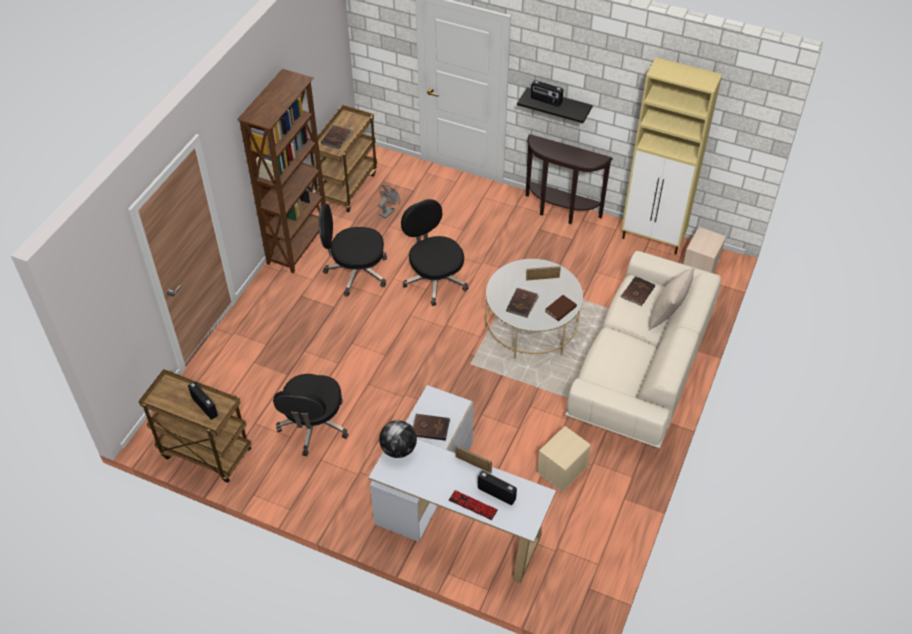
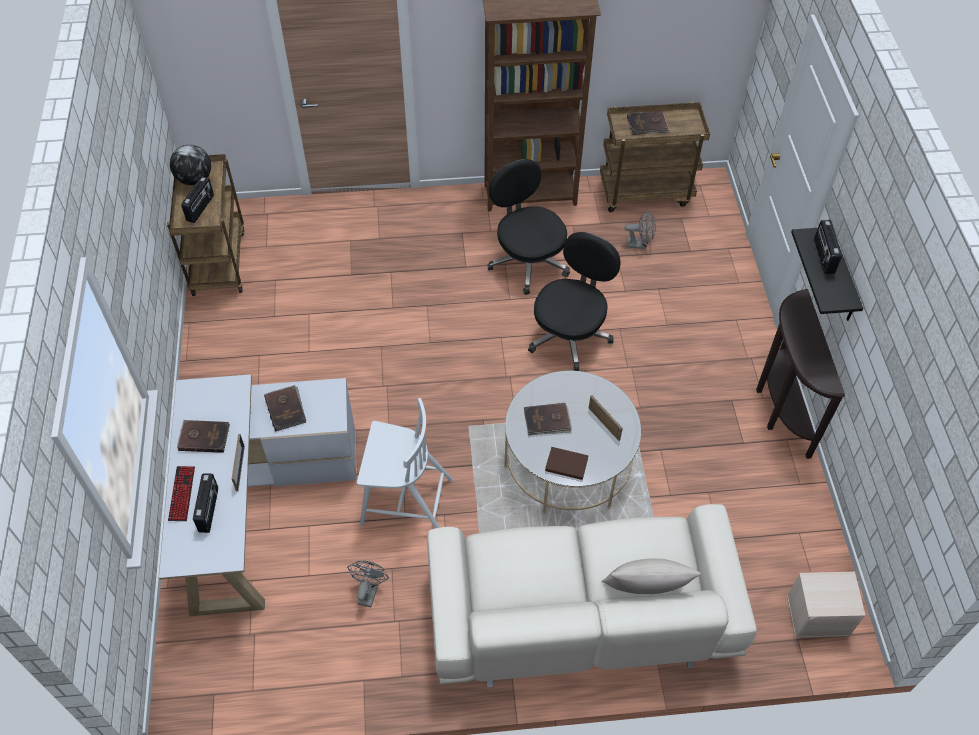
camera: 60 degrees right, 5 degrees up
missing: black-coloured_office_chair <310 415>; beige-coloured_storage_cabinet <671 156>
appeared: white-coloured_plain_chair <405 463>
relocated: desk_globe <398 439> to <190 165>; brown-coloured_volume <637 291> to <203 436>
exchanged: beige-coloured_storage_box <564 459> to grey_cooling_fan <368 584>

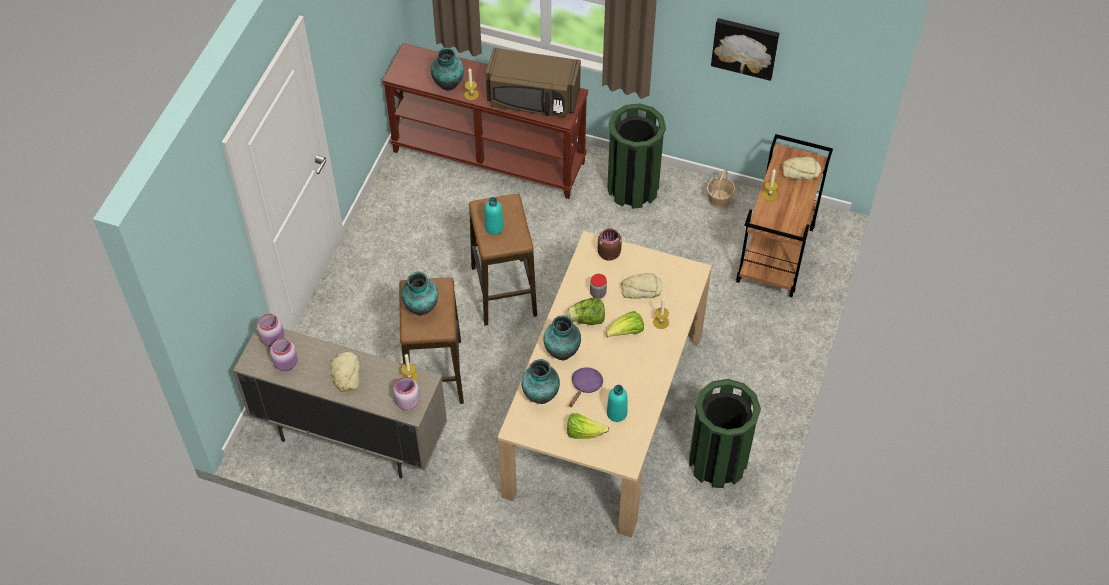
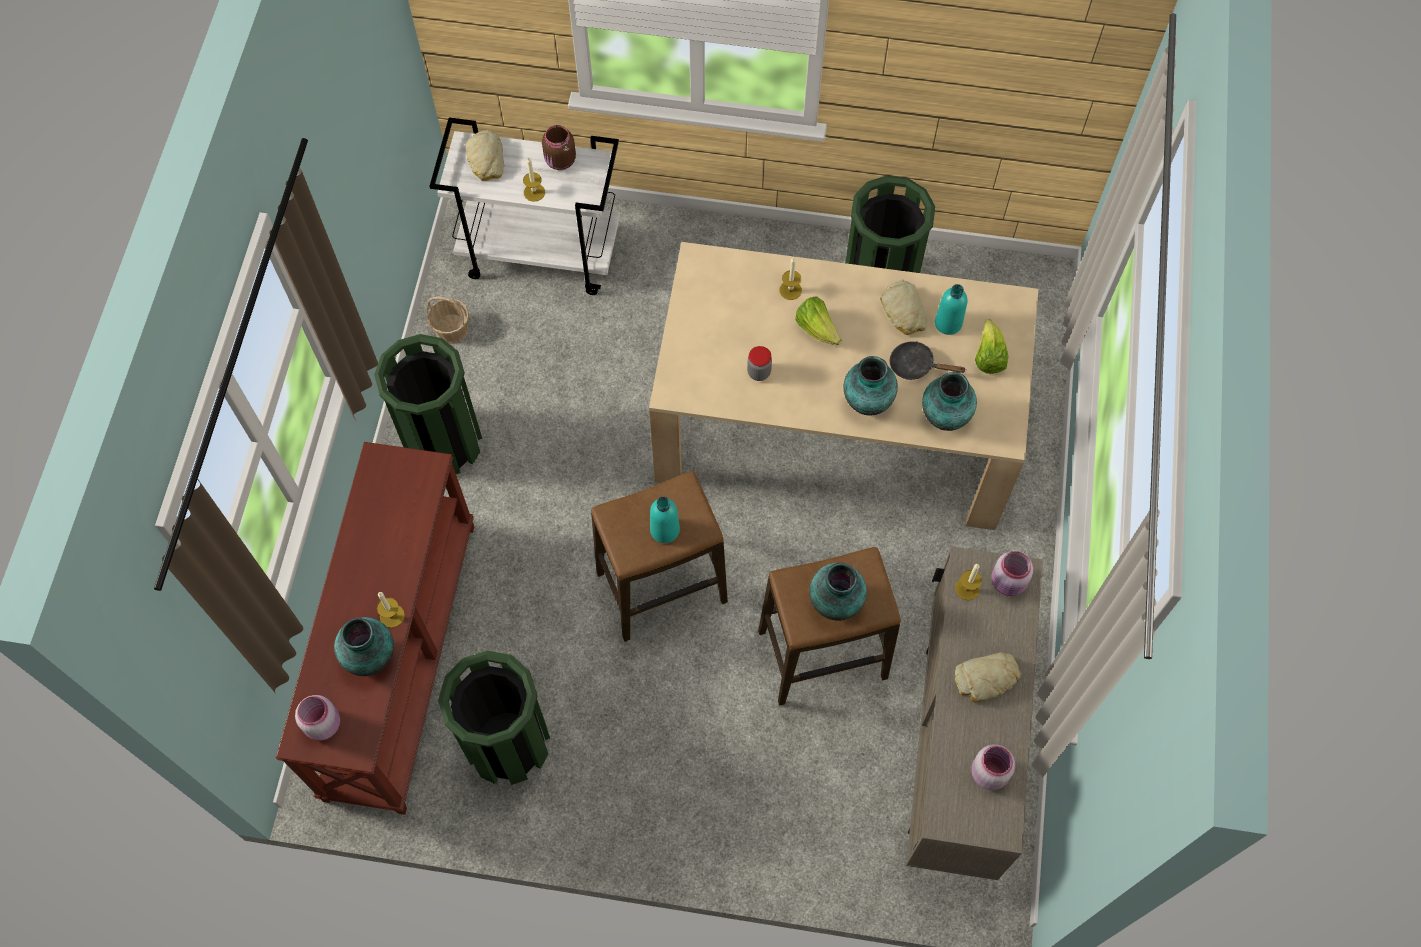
camera: 100 degrees left, 10 degrees up
missing: brown-coloured_microwave <533 82>; lettuce_head <586 311>; wall_art <745 49>
appeared: green-coloured_waste_bin <494 718>
relocated: pink-coloured_jar <270 330> to <317 718>; brown-coloured_jar <610 244> to <559 147>; bakery_bread <642 286> to <904 307>
colour: purple-coloured_skillet <586 387> to black-coloured_skillet <927 360>; brown-coloured_wheeled_cart <784 215> to white-coloured_wheeled_cart <524 206>

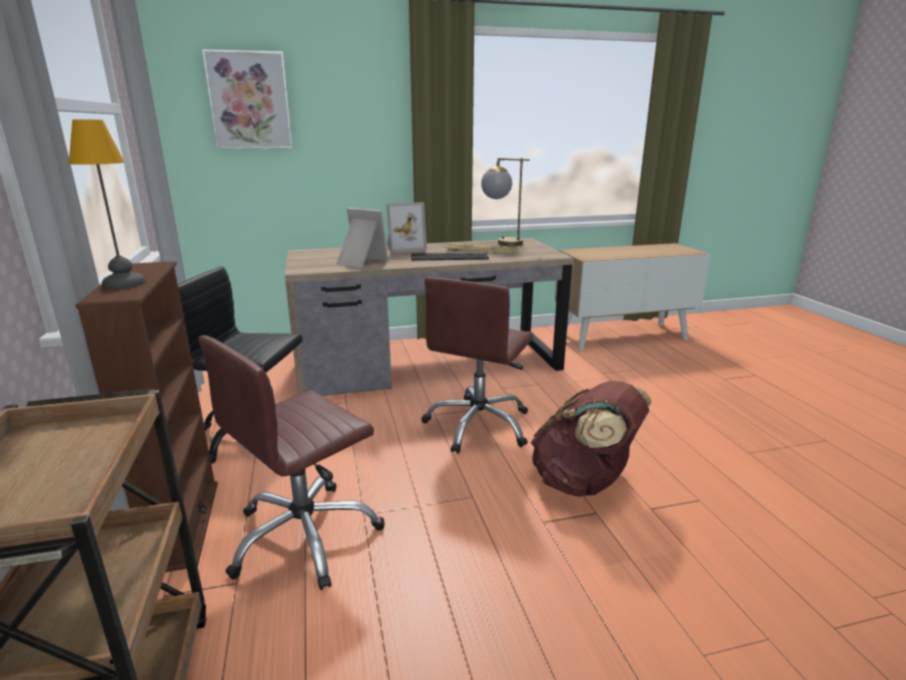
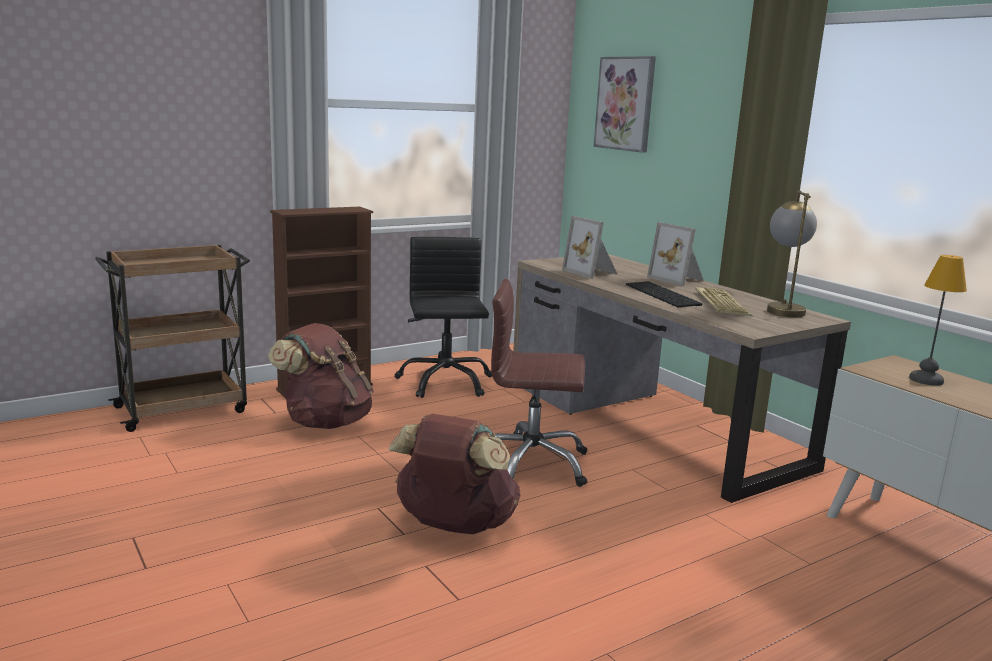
camera: 70 degrees right, 5 degrees down
relocated: table_lamp <107 204> to <938 320>
exchanged: brown-coloured_office_chair <291 462> to brown-coloured_knapsack <321 376>
spun: photo_frame <362 238> = <589 247> 135 degrees clockwise

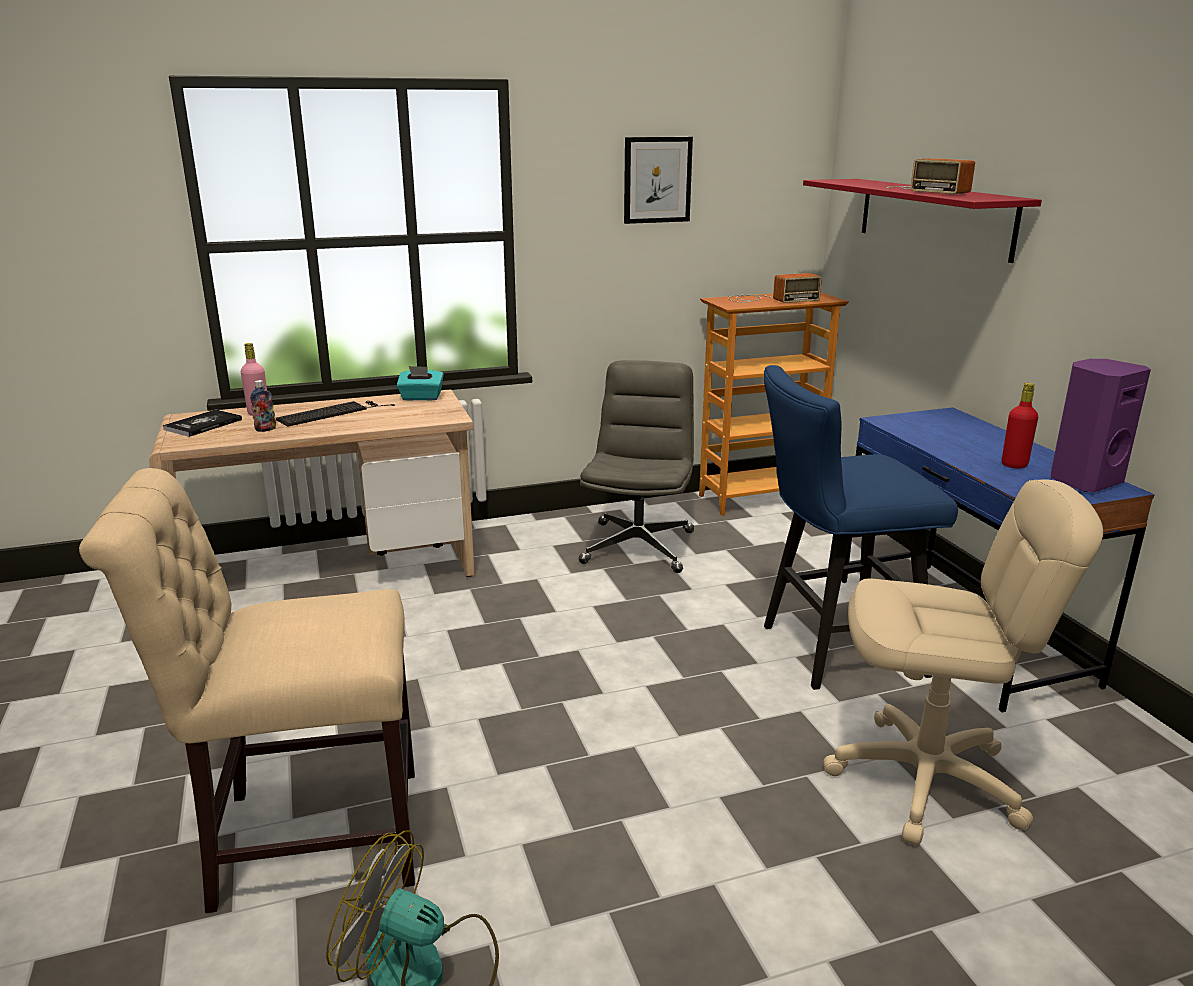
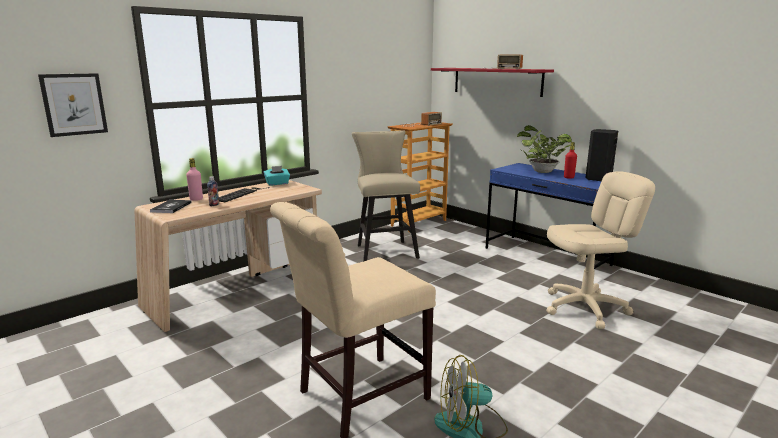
camera: 25 degrees left, 5 degrees down
missing: bluish_stool <861 527>
appeared: houseplant <544 149>
relocated: wall_art <658 180> to <73 105>
exchanged: grey_office_chair <636 466> to beige-coloured_stool <386 196>
colour: purple-coloured_speaker <1101 425> to black-coloured_speaker <601 155>

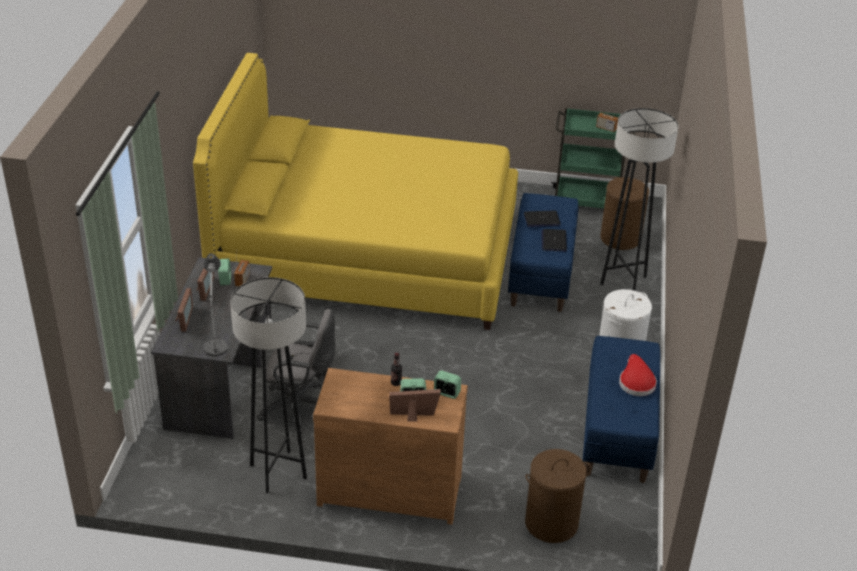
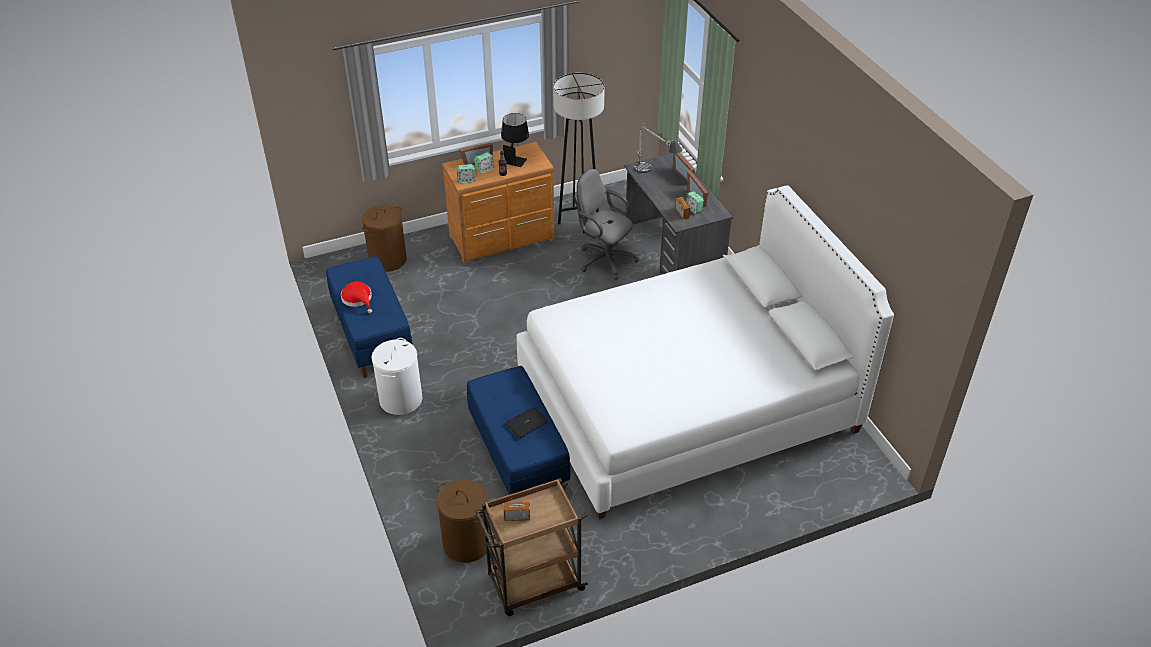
camera: 150 degrees right, 5 degrees up
missing: laptop <554 240>; grey_standing_lamp <639 199>
appeared: black-coloured_table_lamp <515 140>
colour: yellow-coloured_bedroom_bed <355 191> to white-coloured_bedroom_bed <705 352>; green-coloured_wheeled_cart <593 158> to brown-coloured_wheeled_cart <531 547>
spun: grey_office_chair <296 371> = <608 224> 60 degrees clockwise

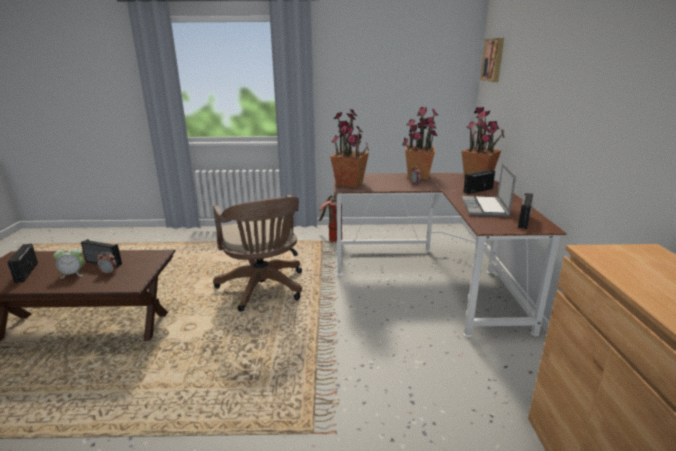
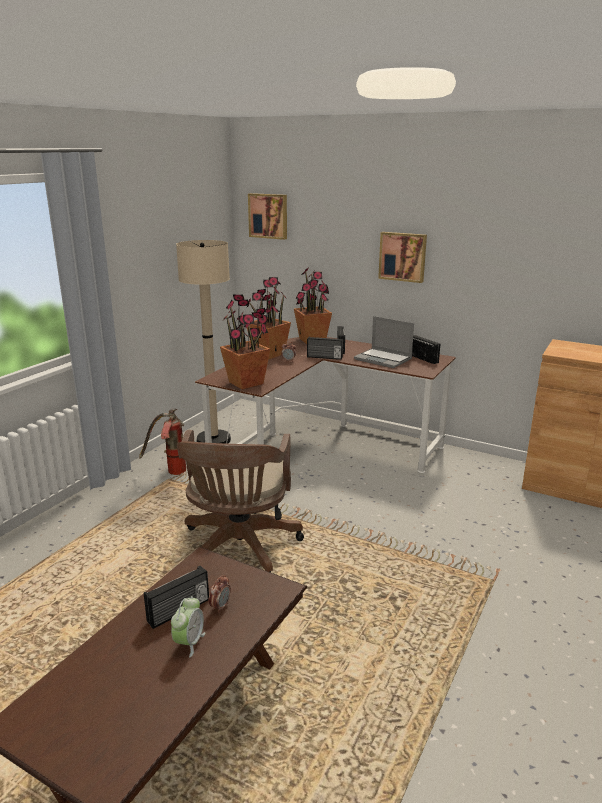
camera: 60 degrees left, 0 degrees up
appeared: beige-coloured_standing_lamp <203 342>; wall_art <402 257>
relocated: radio_receiver <22 263> to <325 348>
spun: brown-coloured_office_chair <257 253> = <240 501> 90 degrees clockwise

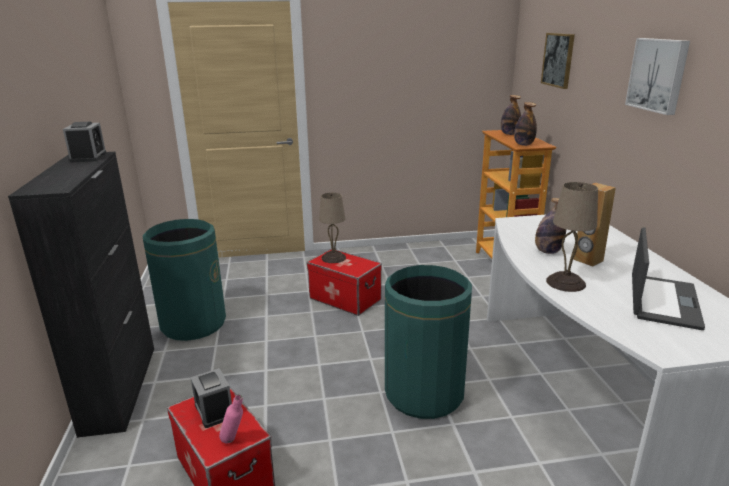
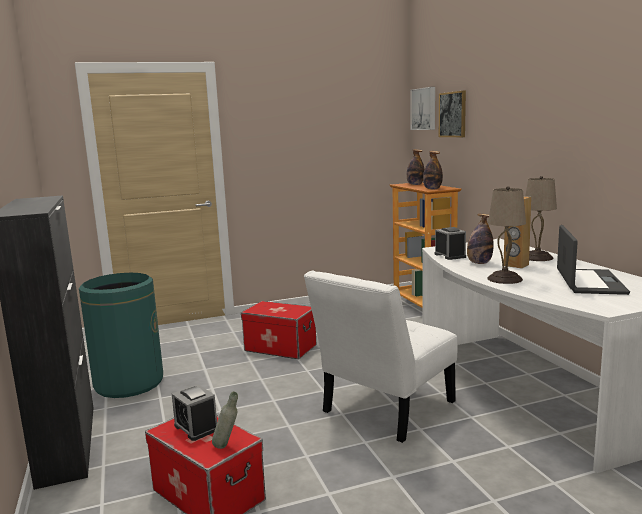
camera: 10 degrees left, 10 degrees down
relocated: table_clock <84 142> to <450 243>; beige-coloured_table_lamp <332 228> to <541 218>; wall_art <657 76> to <422 108>
exchanged: green-coloured_waste_bin <428 342> to white-coloured_plain_chair <380 357>
colour: pink-coloured_drink_bottle <231 419> to grey_drink_bottle <225 420>

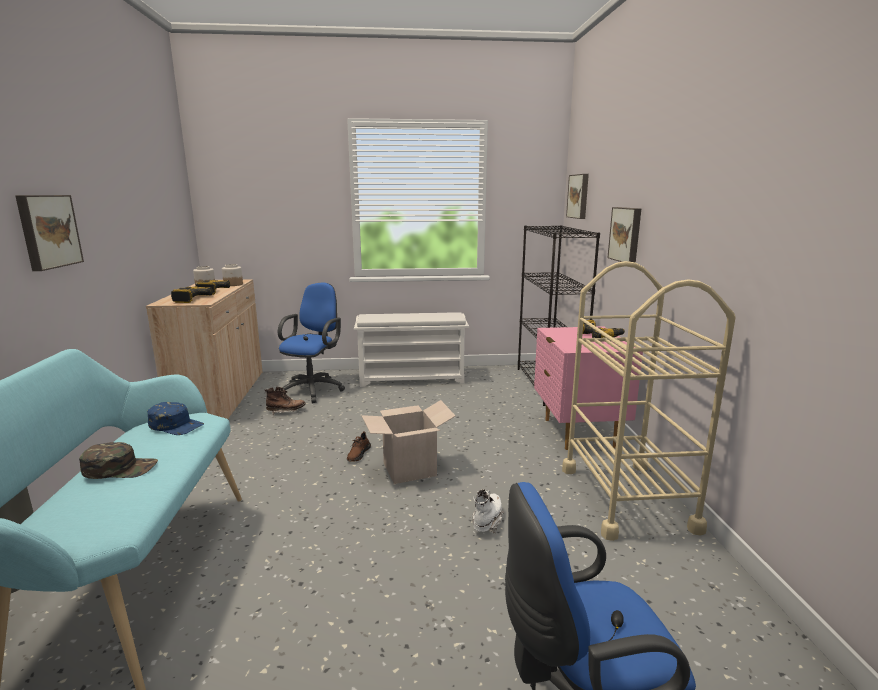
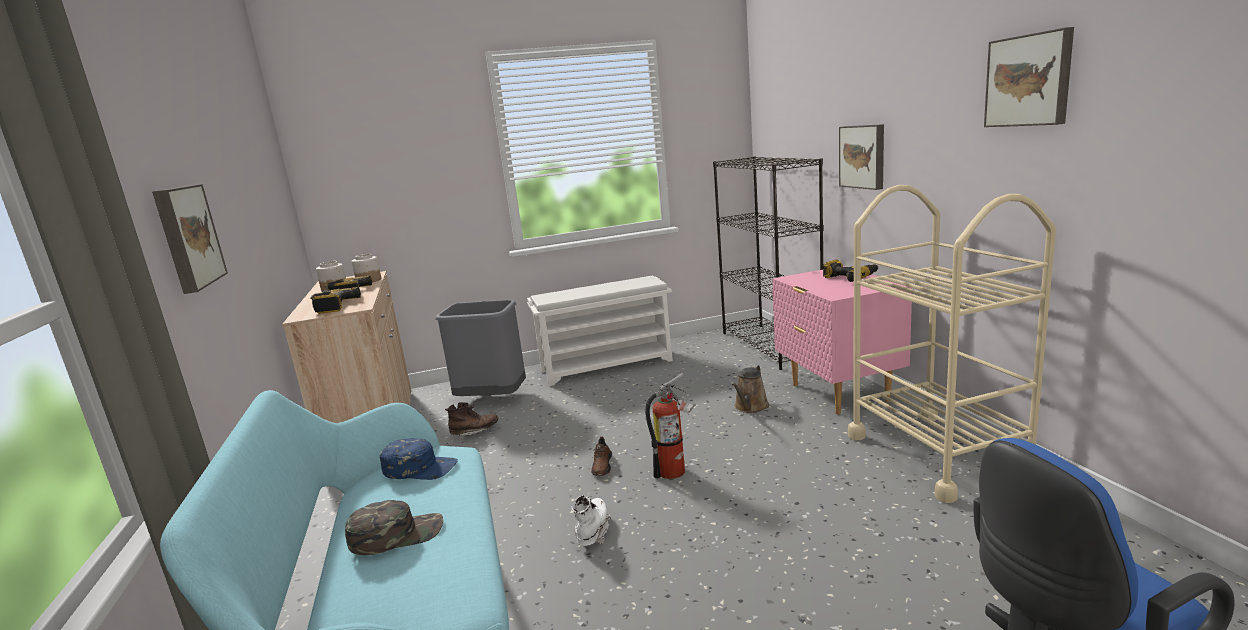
camera: 10 degrees left, 0 degrees up
appeared: brown-coloured_watering_can <750 389>
relocated: white-coloured_tall_boot <488 511> to <591 520>; wall_art <577 196> to <1029 77>
exchanged: bluish_office_chair <311 343> to grey_waste_bin <481 348>; carton <408 442> to fire_extinguisher <670 426>

